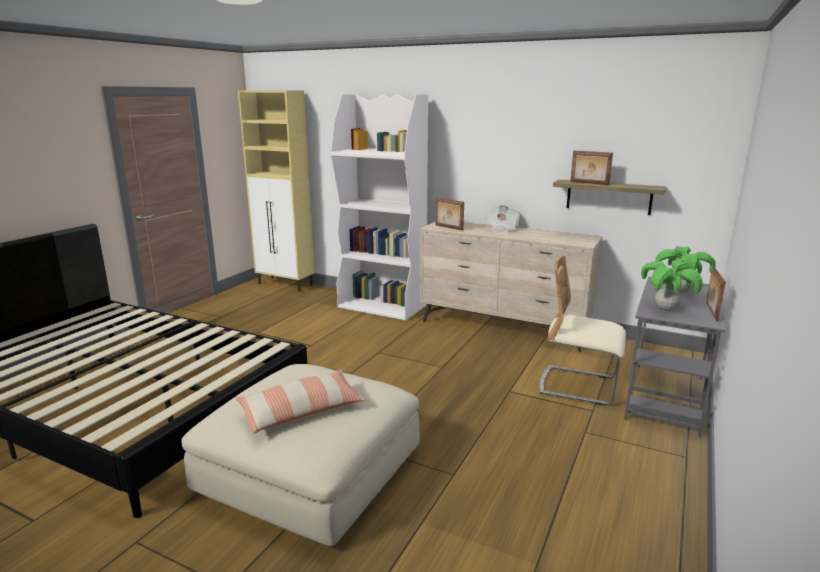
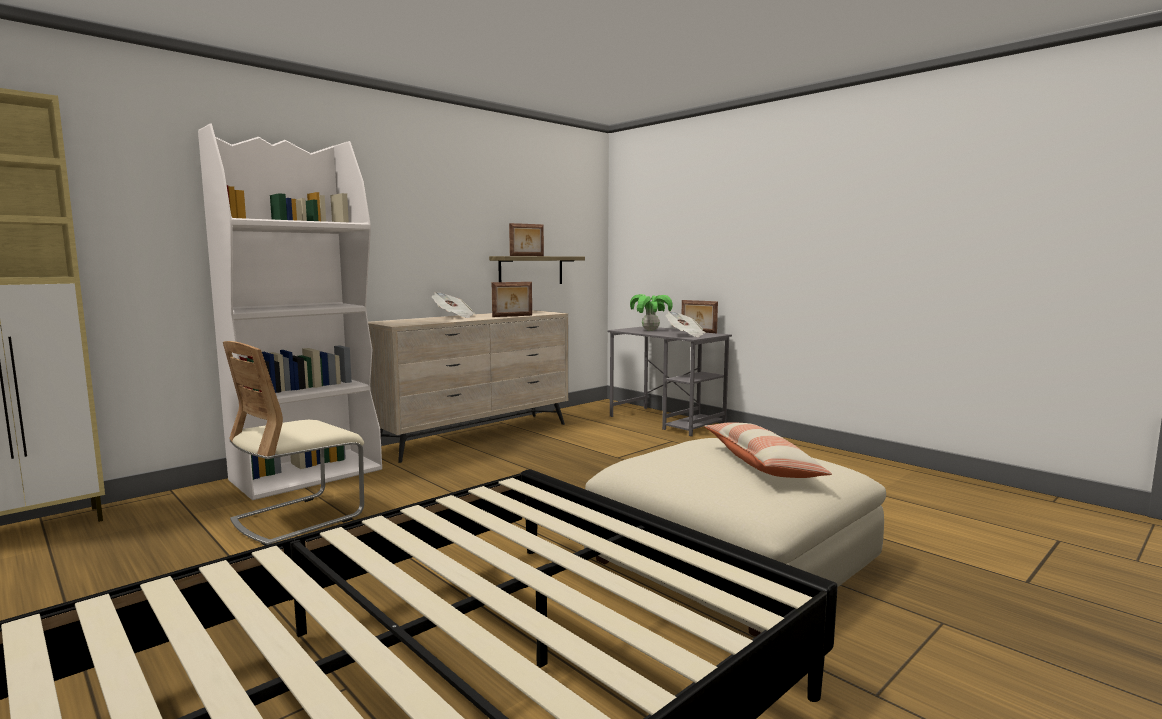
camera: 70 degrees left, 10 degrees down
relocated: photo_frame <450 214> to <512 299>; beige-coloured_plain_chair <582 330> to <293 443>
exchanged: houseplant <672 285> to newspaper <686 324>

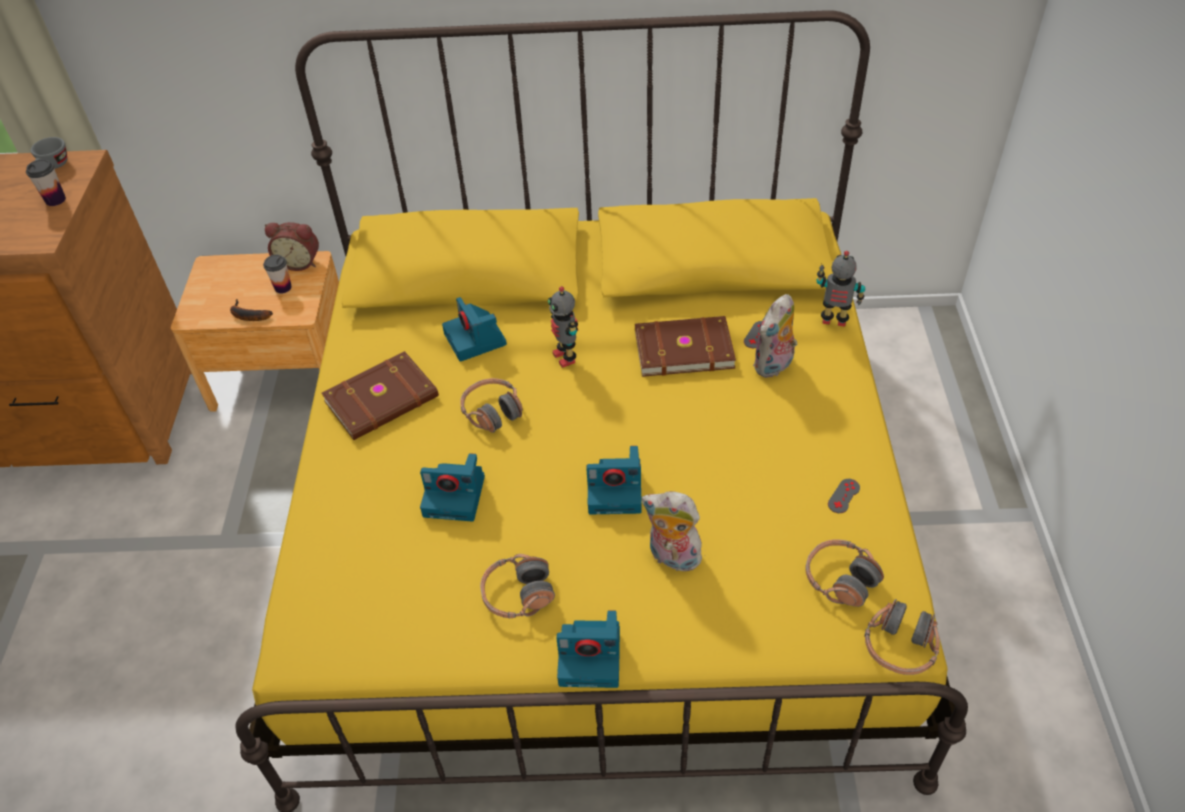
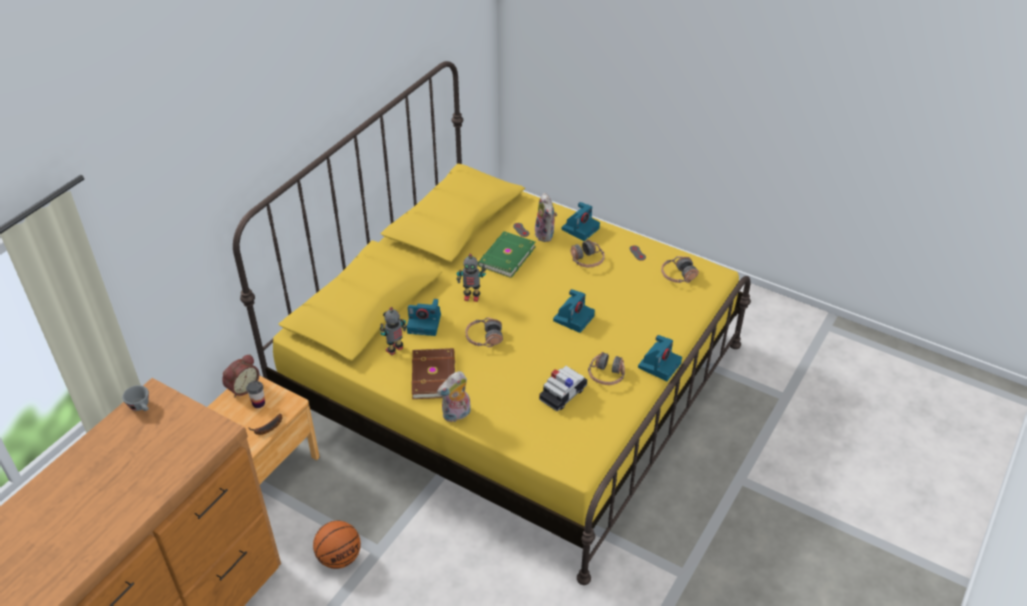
camera: 60 degrees left, 5 degrees down
missing: cup <46 182>
appeared: basketball_ball <337 545>; toy_car <563 389>
relocated: photo_camera <452 487> to <581 221>; plush_toy <673 531> to <454 396>; robot_figure <840 288> to <393 331>; headset <902 637> to <588 253>
colour: brown-coloured_volume <685 346> to green-coloured_volume <507 254>

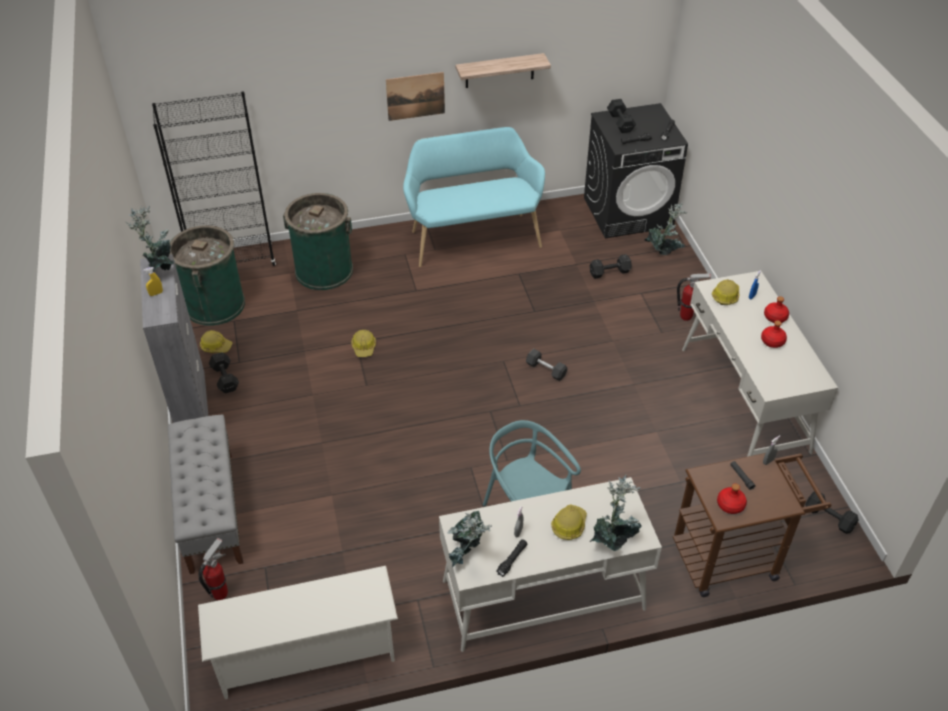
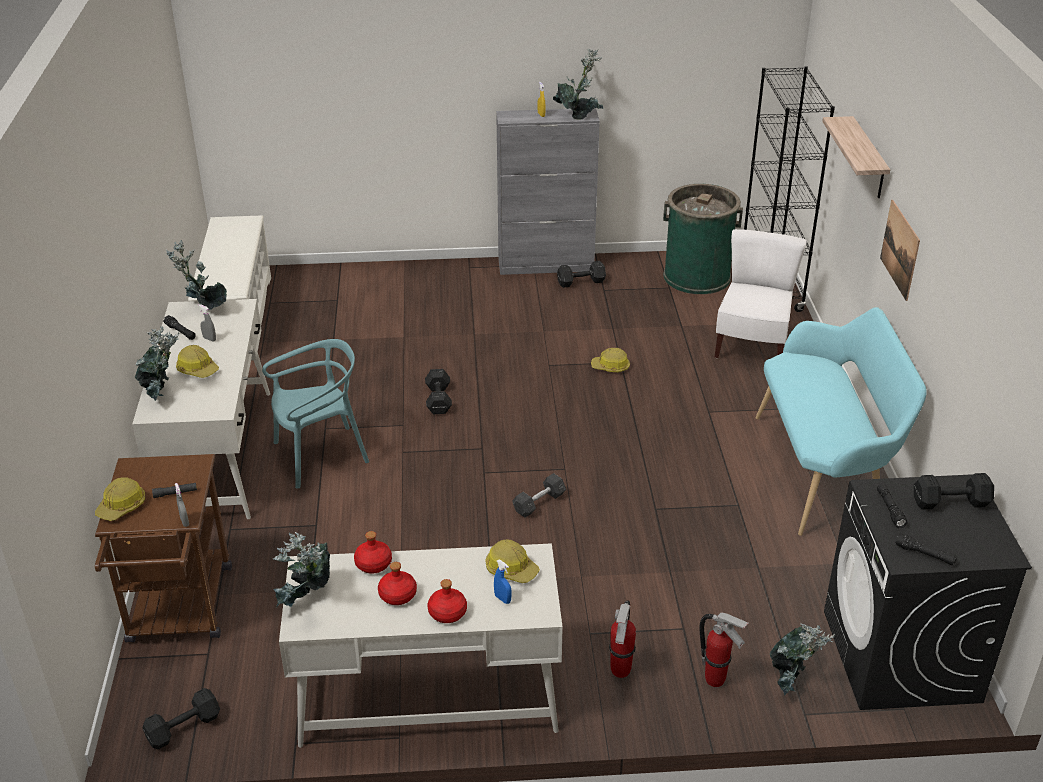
camera: 100 degrees right, 10 degrees down
missing: grey_long_seat <205 494>
appeared: houseplant <301 570>
relocated: fire_extinguisher <213 569> to <724 649>; safety_helmet <216 341> to <120 499>; wall_shelf <503 70> to <856 157>; black-coloured_dumbbell <611 266> to <438 391>; red_drink_bottle <732 498> to <373 552>
exchanged: green-coloured_waste_bin <318 241> to white-coloured_plain_chair <760 293>

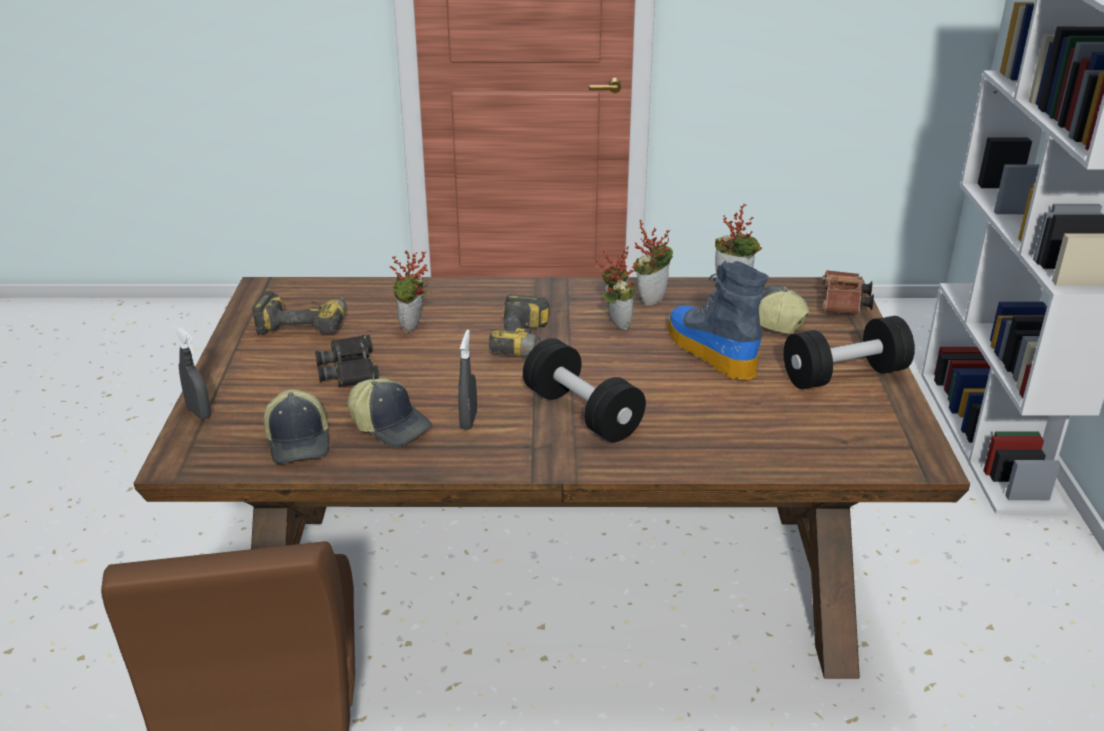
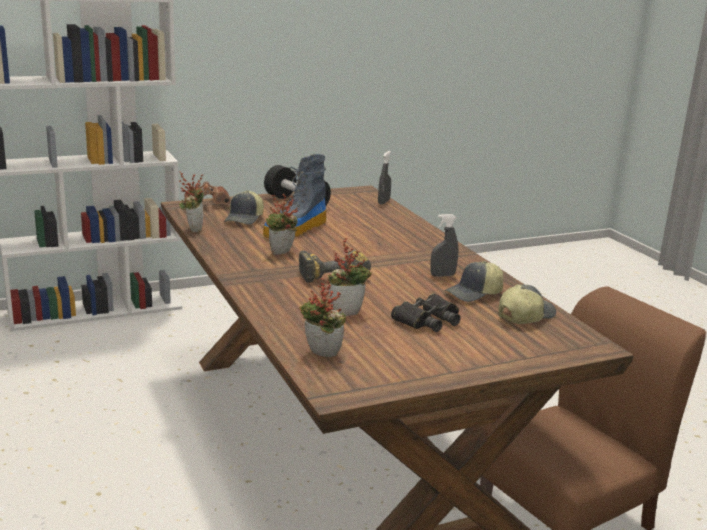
camera: 115 degrees left, 10 degrees down
missing: electric_drill <299 313>; black-coloured_dumbbell <584 390>
relocated: grey_hand_sprayer <193 374> to <384 177>; houseplant <653 263> to <322 317>
spun: cap <390 412> = <473 281> 135 degrees counterclockwise

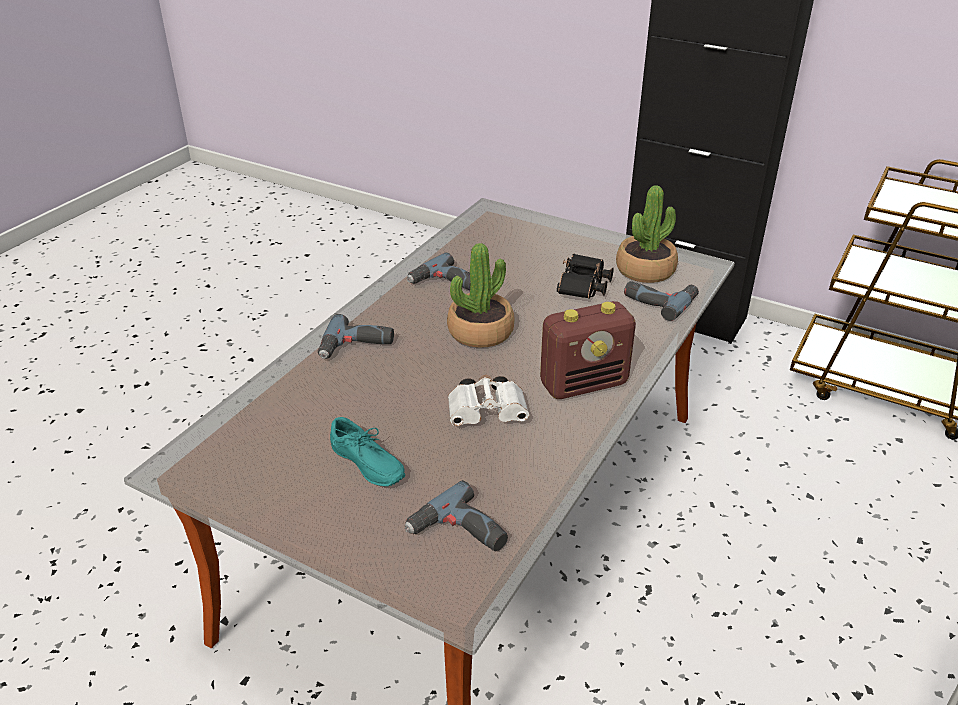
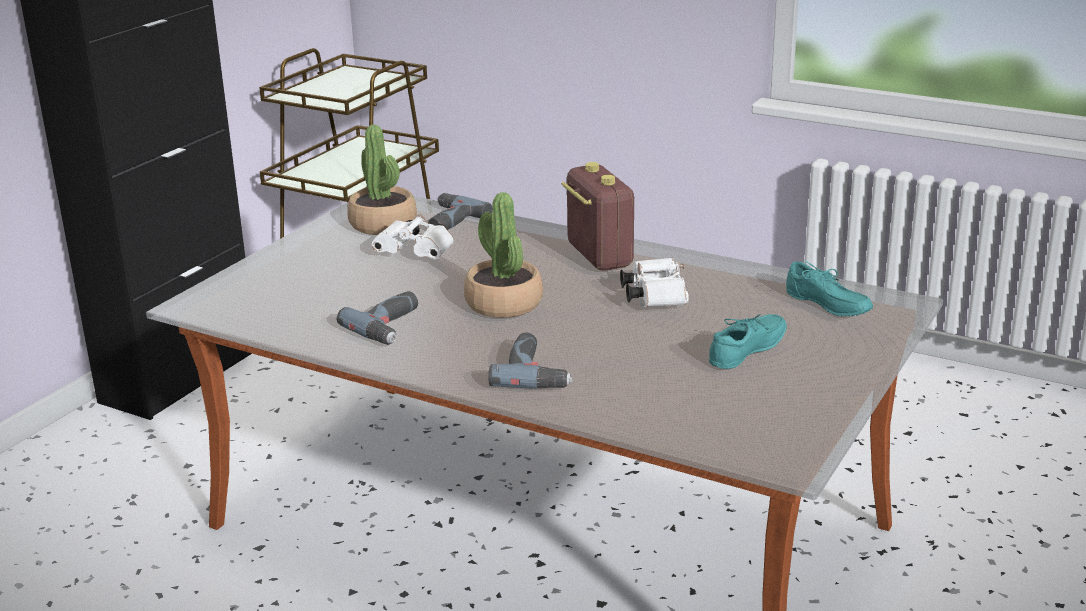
camera: 90 degrees left, 10 degrees down
exchanged: electric_drill <456 515> to turquoise_low_shoe <829 288>
colour: black-coloured_pair_of_binoculars <585 276> to white-coloured_pair_of_binoculars <413 236>

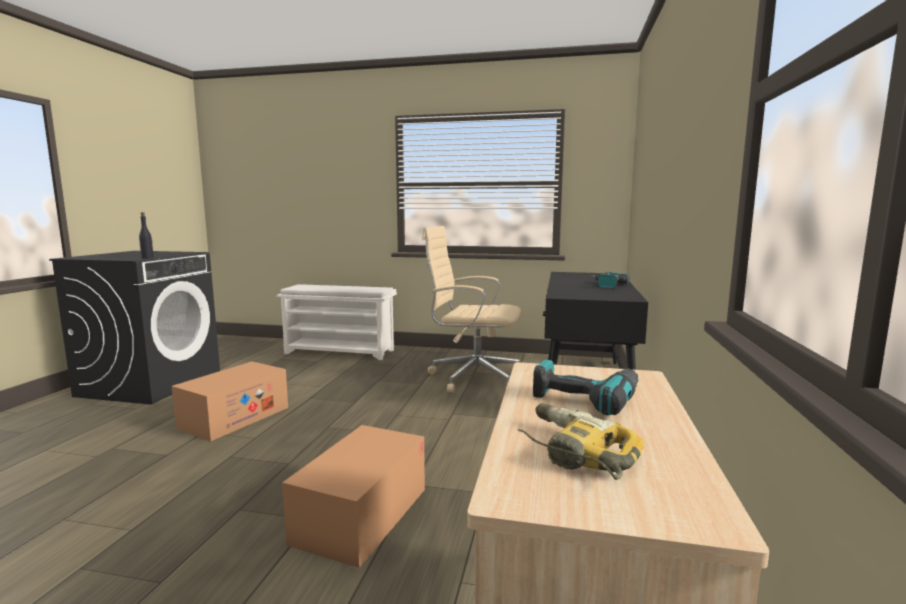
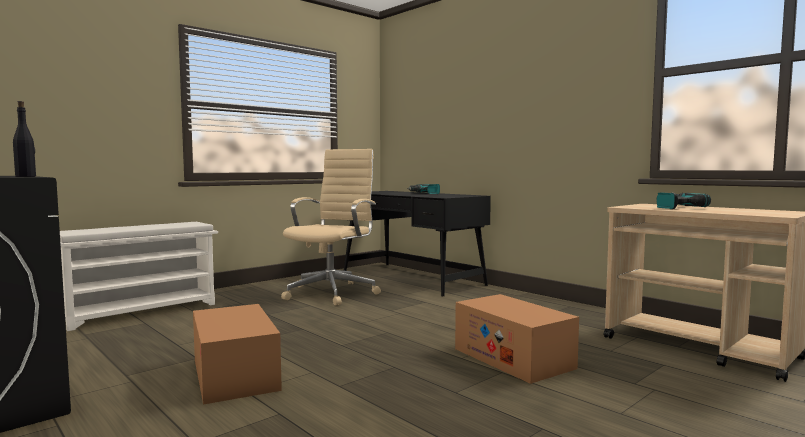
camera: 55 degrees left, 5 degrees down
missing: electric_drill <581 441>
spun: beige-coloured_office_chair <471 309> = <331 227> 150 degrees clockwise

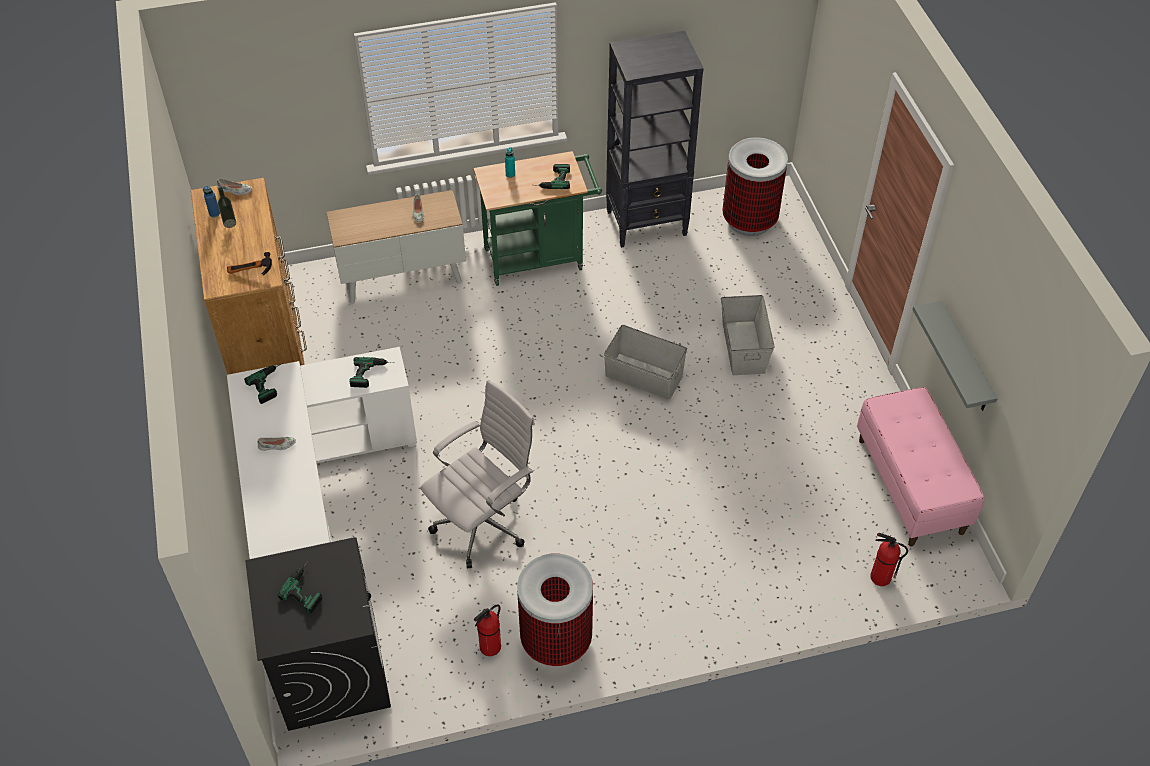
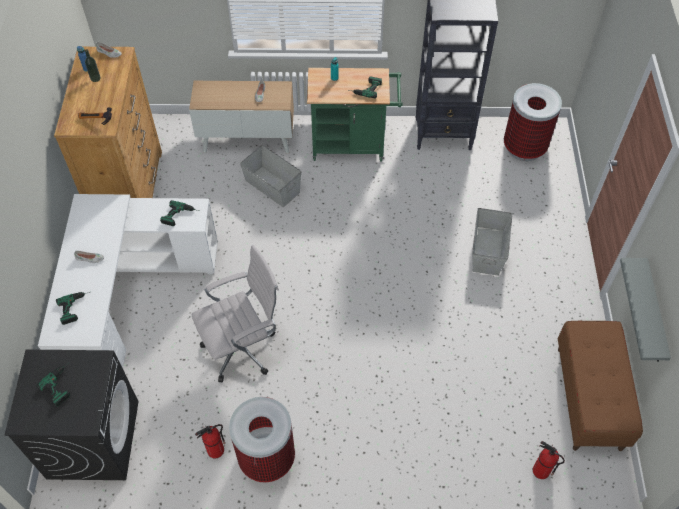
camera: 15 degrees right, 5 degrees up
relocated: electric_drill <263 383> to <73 308>; grey_storage_box <645 362> to <270 176>
colour: pink-coloured_long_seat <920 467> to brown-coloured_long_seat <600 386>

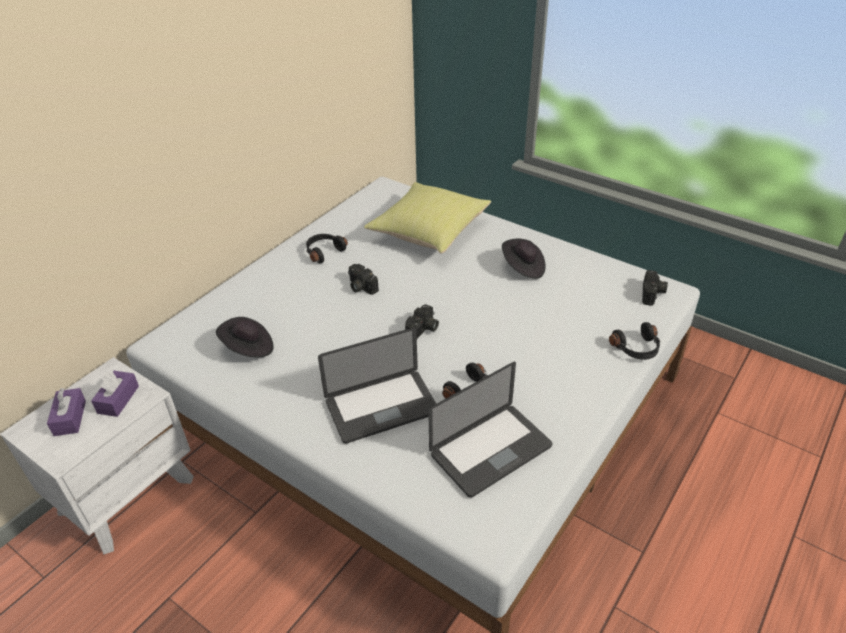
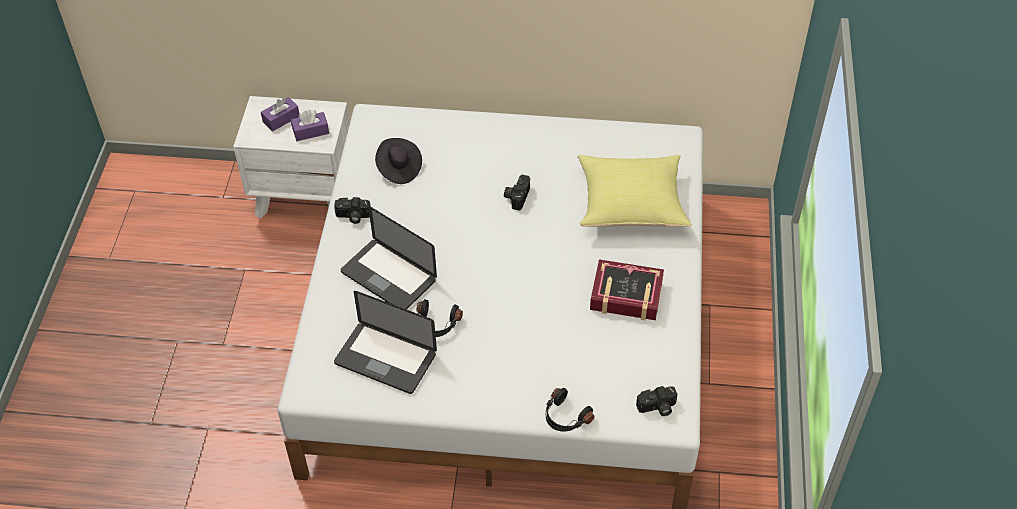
camera: 60 degrees right, 10 degrees up
missing: black-coloured_headset <327 248>
relocated: photo_camera <422 321> to <352 210>
exchanged: black-coloured_clothing_hat <524 259> to volume <627 289>

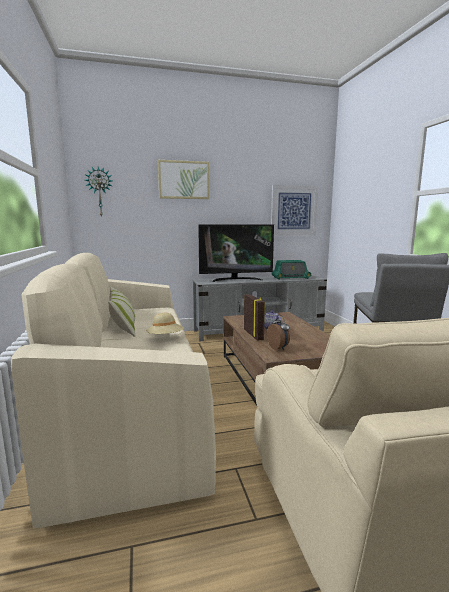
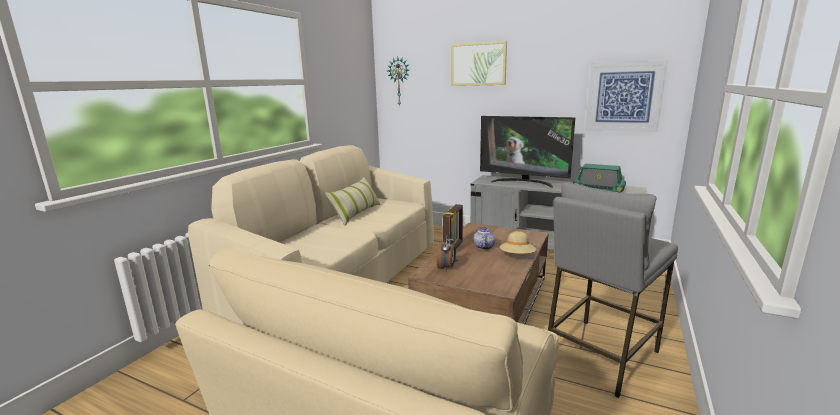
camera: 40 degrees right, 5 degrees up
relocated: beige-coloured_clothing_hat <165 323> to <518 242>

